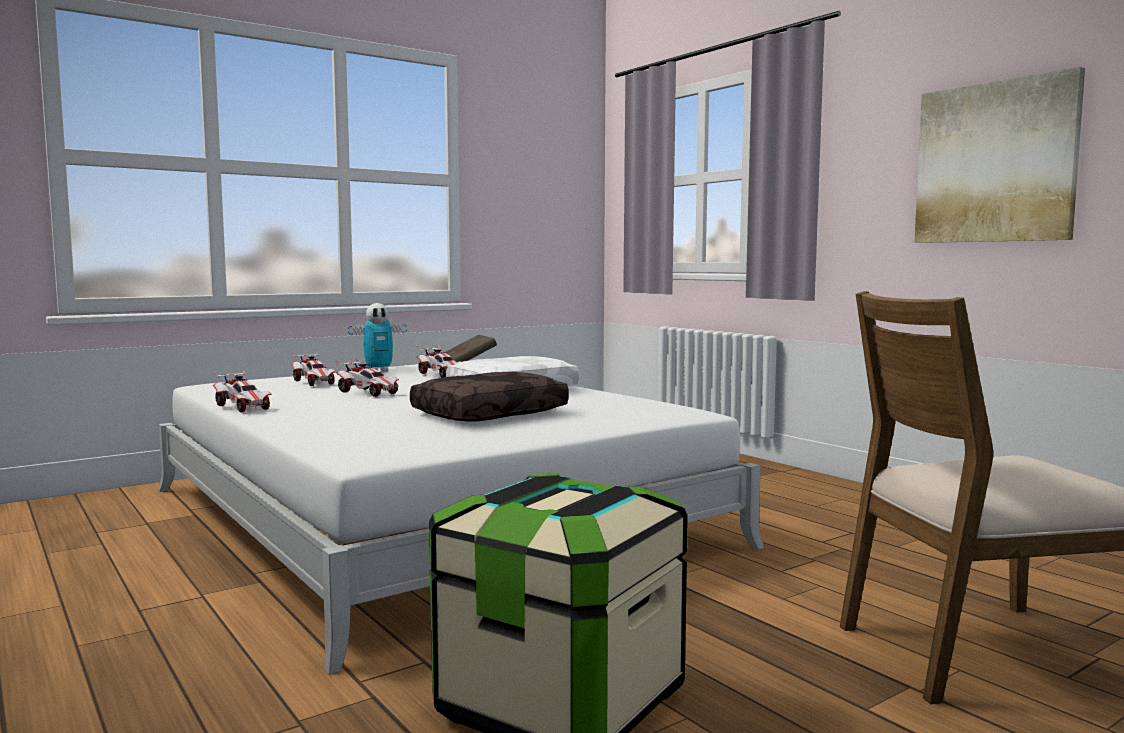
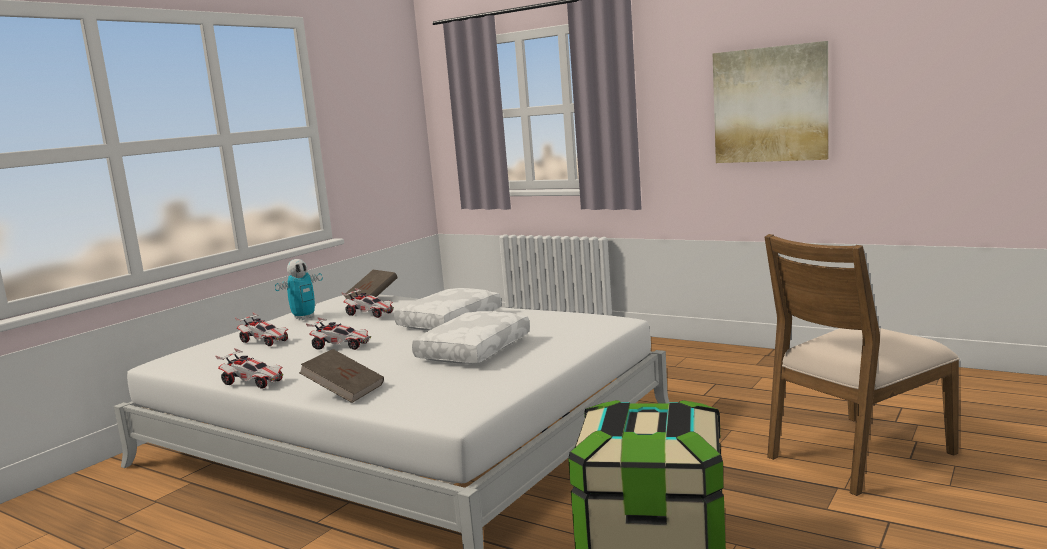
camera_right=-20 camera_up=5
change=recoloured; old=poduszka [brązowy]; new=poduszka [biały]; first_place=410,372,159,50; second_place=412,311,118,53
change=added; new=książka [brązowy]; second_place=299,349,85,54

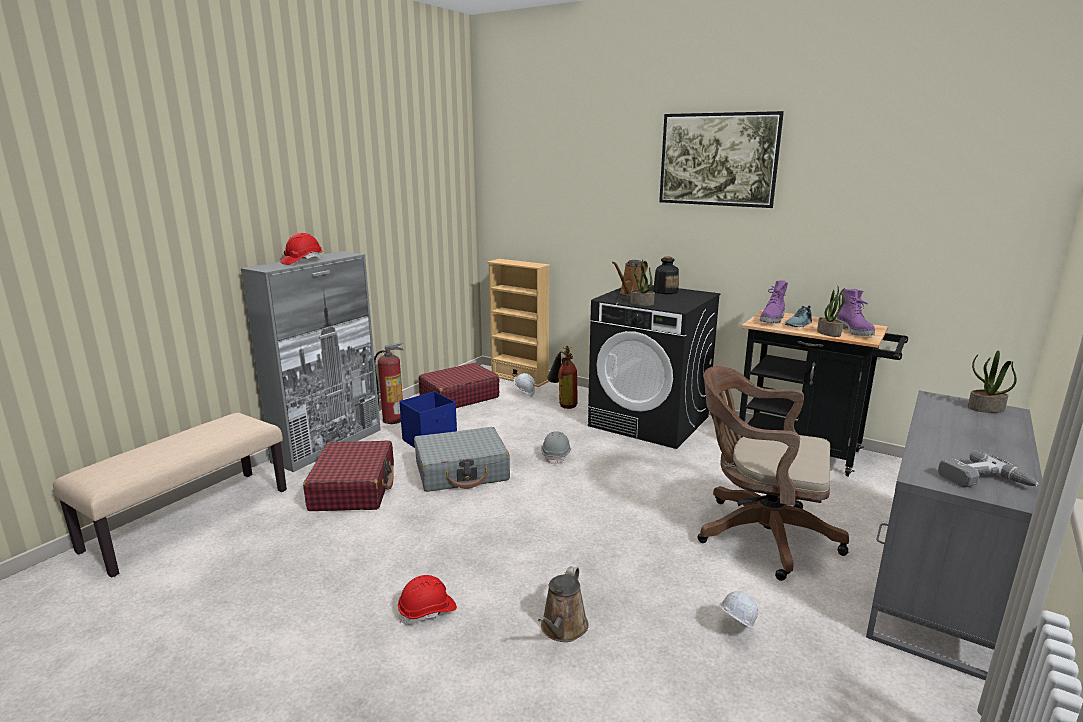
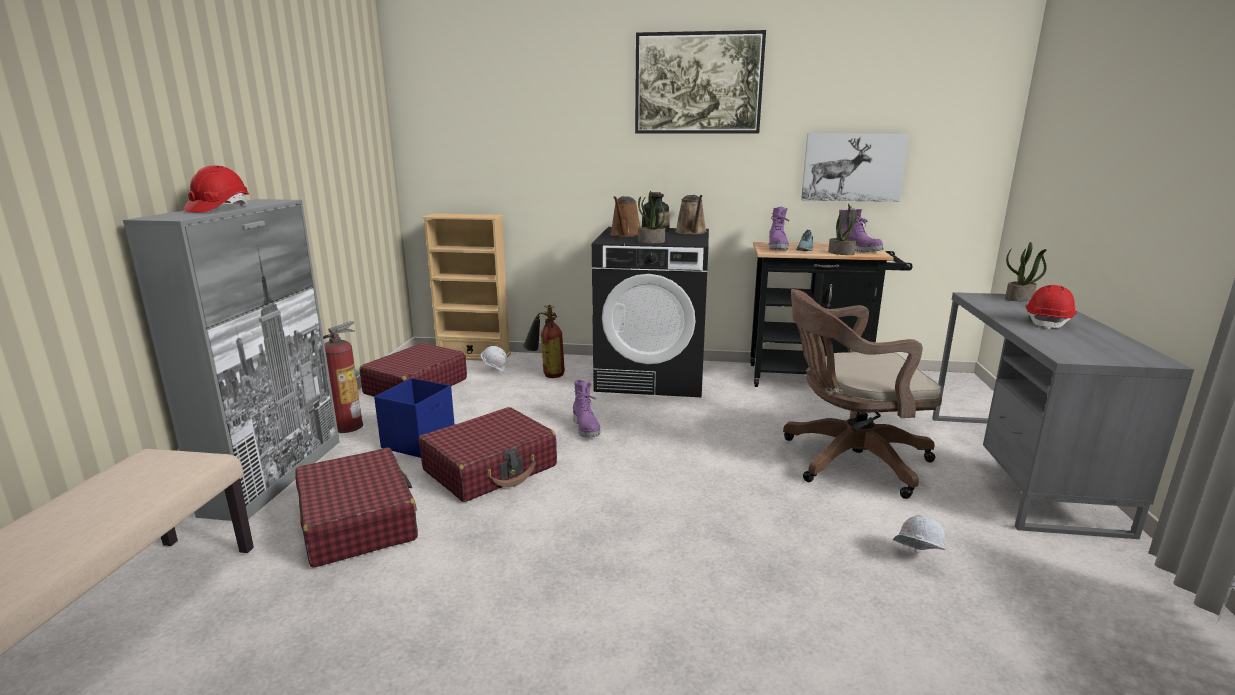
camera_right=-25 camera_up=0
change=recoloured; old=walizka [szary]; new=walizka [czerwony]; first_place=414,427,96,65; second_place=419,407,138,95
change=replaced; old=kask [szary]; new=but z cholewką [fioletowy]; first_place=541,431,30,34; second_place=573,380,27,58
change=removed; old=wiertarka; first_place=938,451,101,37
change=moved; old=konewka [brązowy]; first_place=538,566,51,76; second_place=675,195,32,40
change=moved; old=kask [czerwony]; first_place=398,575,59,50; second_place=1026,285,51,44
change=added; new=obraz; second_place=801,133,108,69

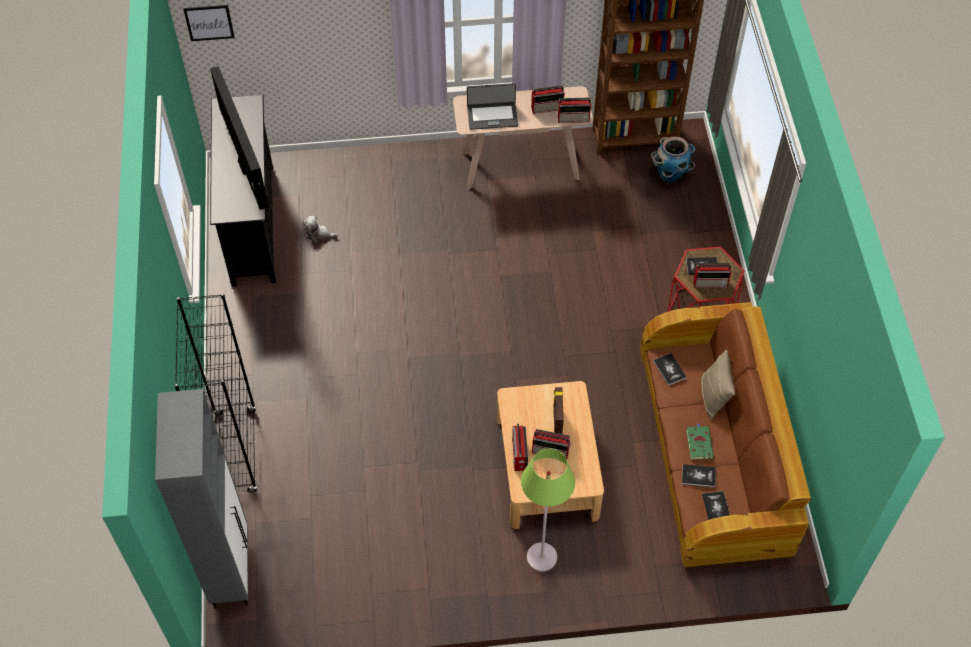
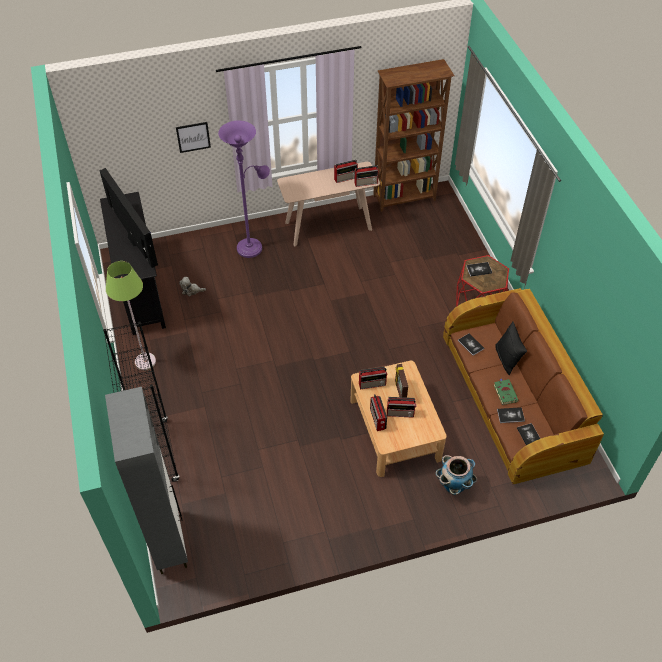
camera_right=-10 camera_up=-5
change=moved; old=obraz; first_place=183,5,51,36; second_place=176,122,35,31
change=removed; old=laptop; first_place=467,83,51,47
change=moved; old=donica; first_place=651,136,44,47; second_place=436,455,41,40
change=moved; old=radio; first_place=693,263,39,25; second_place=359,367,28,23
change=recoloured; old=poduszka [beżowy]; new=poduszka [czarny]; first_place=701,349,35,71; second_place=495,322,32,53
change=moved; old=lampa stojąca [zielony]; first_place=521,448,54,124; second_place=106,261,50,109
change=added; new=lampa stojąca [fioletowy]; second_place=218,121,52,137

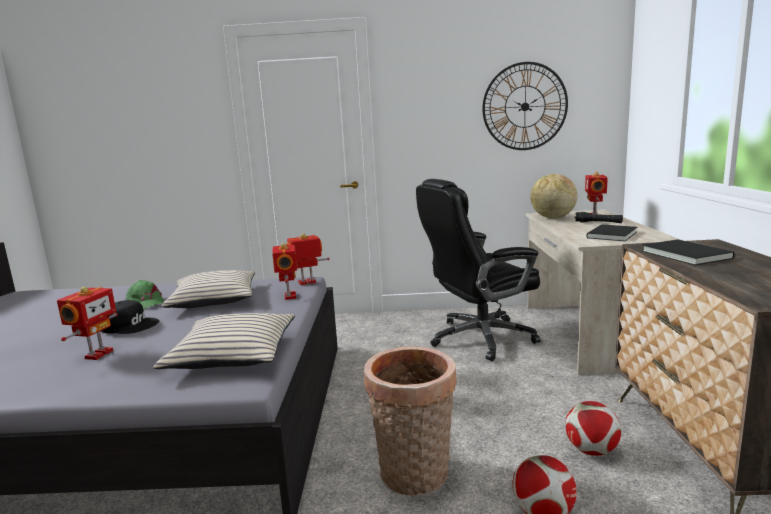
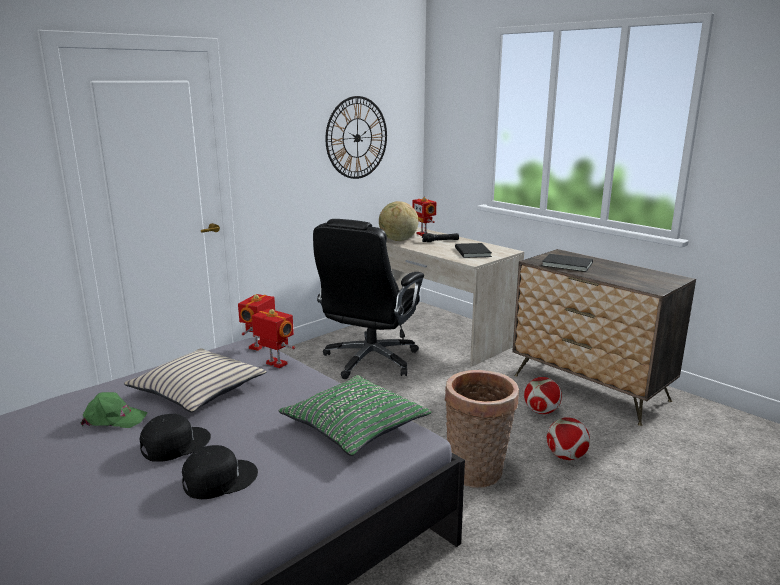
camera_right=-45 camera_up=5
change=replaced; old=robot zabawkowy; new=czapka z daszkiem [czarny]; first_place=57,287,61,73; second_place=182,445,76,54
change=recoloured; old=poduszka [beżowy]; new=poduszka [zielony]; first_place=153,313,142,56; second_place=279,375,152,81

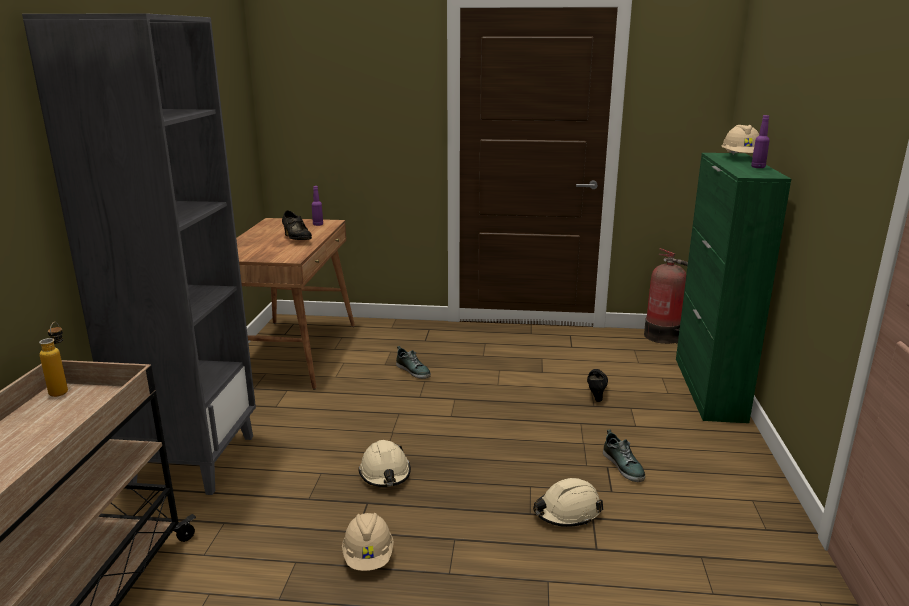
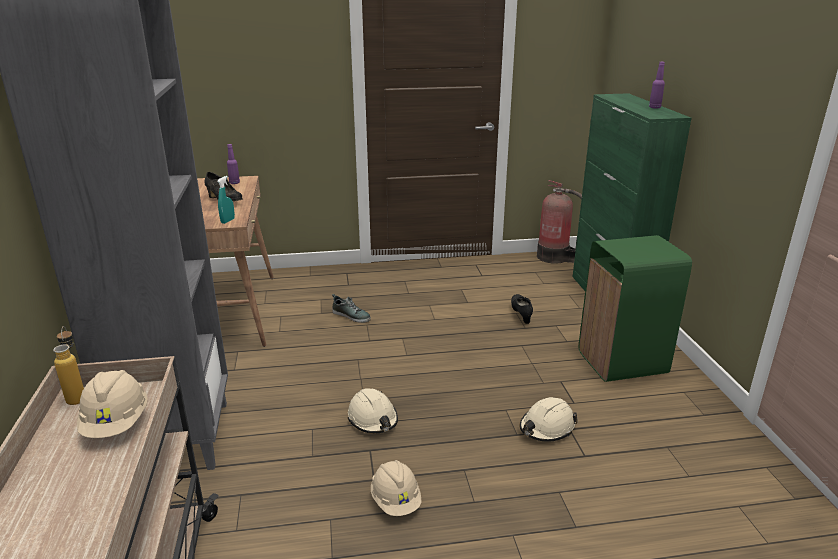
camera_right=-15 camera_up=5
change=moved; old=kask [beżowy]; first_place=721,125,38,30; second_place=77,370,71,68
change=removed; old=but; first_place=603,429,42,53
change=added; new=spryskiwacz [turkusowy]; second_place=217,176,18,48
change=added; new=kosz na śmieci [zielony]; second_place=579,235,113,147

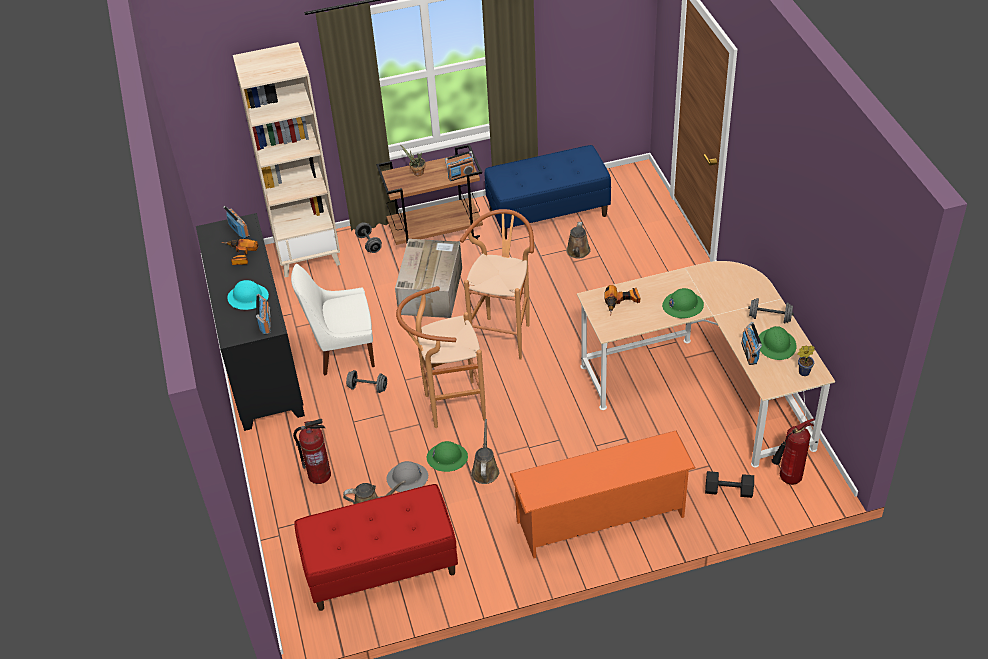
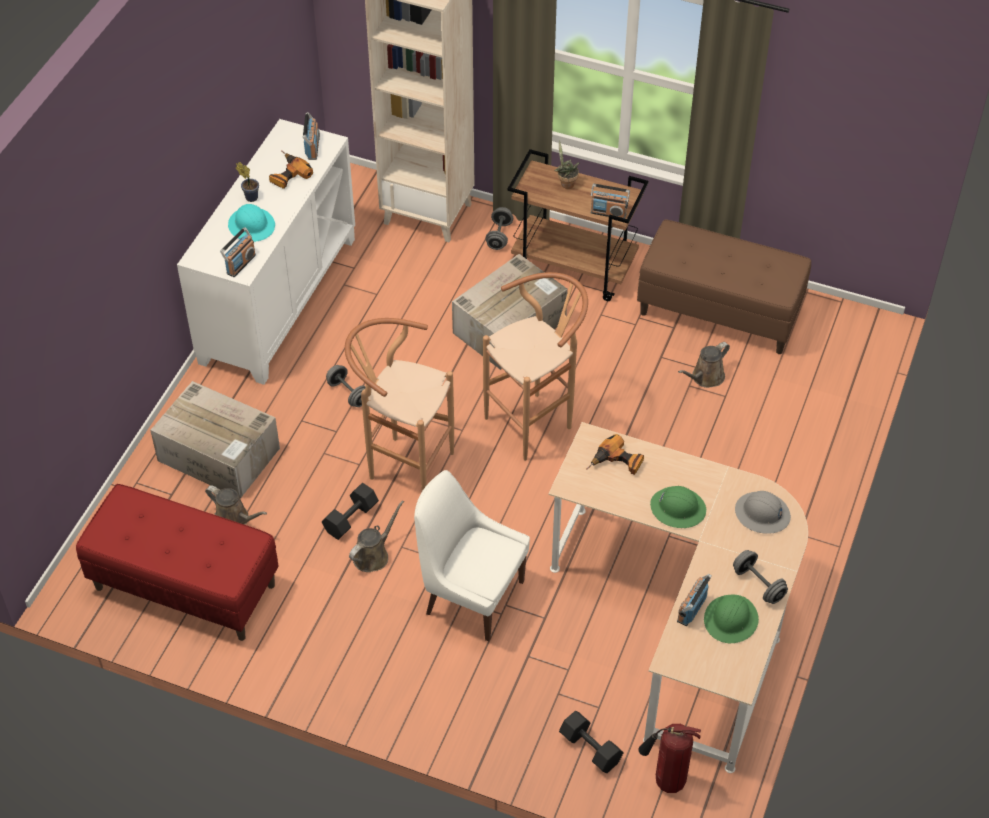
camera_right=35 camera_up=5
change=recoloured; old=ławka [niebieski]; new=ławka [brązowy]; first_place=485,145,126,94; second_place=637,219,174,135
change=recoloured; old=szafka [czarny]; new=szafka [biały]; first_place=196,213,109,218; second_place=177,119,178,266
change=moved; old=krzesło [biały]; first_place=291,264,84,111; second_place=414,470,116,172
change=moved; old=roślina doniczkowa; first_place=797,345,18,31; second_place=236,162,23,40
change=replaced; old=gaśnica; new=karton; first_place=293,419,38,65; second_place=150,381,130,118
change=removed; old=regał na buty [pomarańczowy]; first_place=510,431,185,127
change=replaced; old=kask [zielony]; new=hantel [czarny]; first_place=427,441,41,31; second_place=322,483,57,57
change=moved; old=kask [szary]; first_place=386,461,42,31; second_place=735,491,56,43

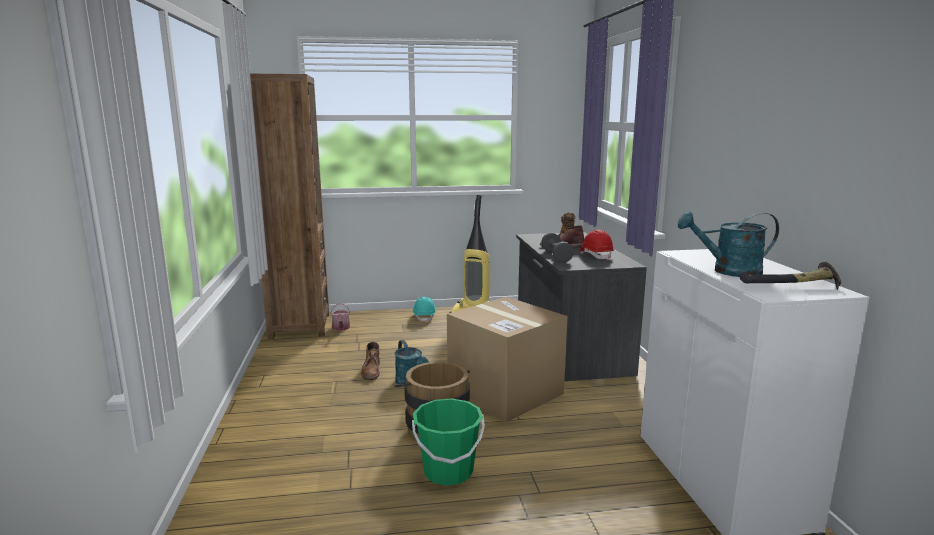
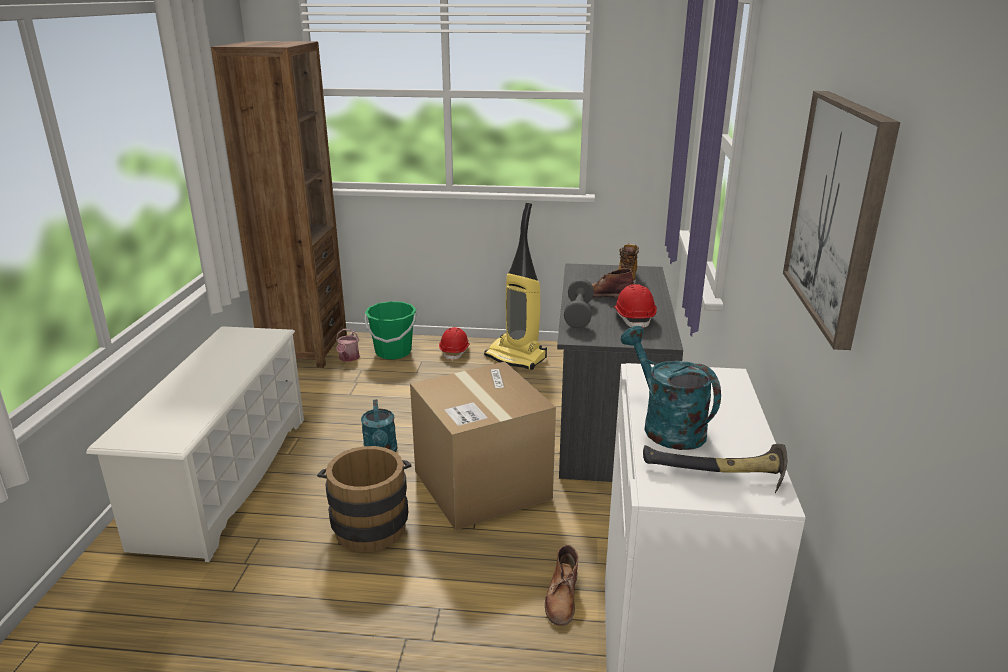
camera_right=15 camera_up=10
change=turned; old=konewka [turkusowy]; first_place=678,211,101,66; second_place=620,326,101,124; degrees=45
change=recoloured; old=kask [turkusowy]; new=kask [czerwony]; first_place=413,297,23,25; second_place=439,327,31,34
change=moved; old=but z cholewką [brązowy]; first_place=361,342,19,38; second_place=545,545,33,81
change=moved; old=wiadro [zielony]; first_place=412,398,73,88; second_place=364,301,52,58
change=added; new=obraz; second_place=783,91,117,259
change=added; new=regał na buty [biały]; second_place=86,326,218,236

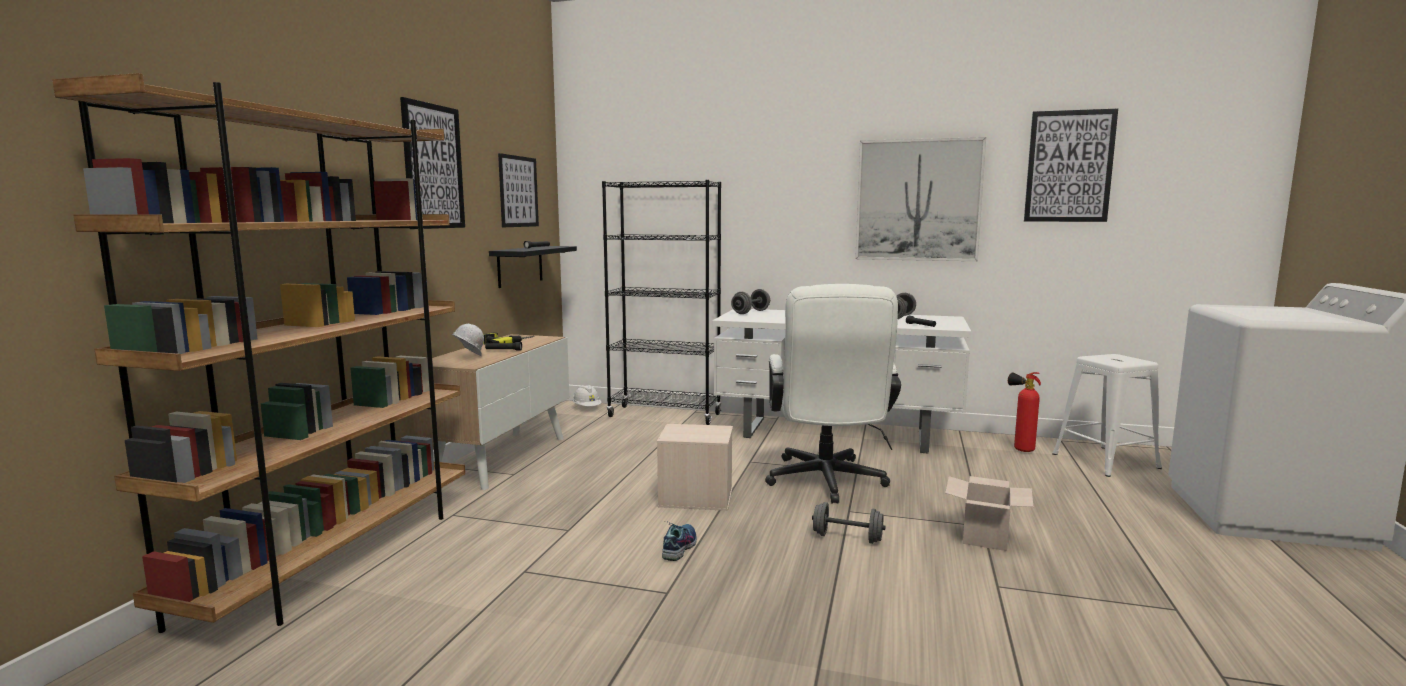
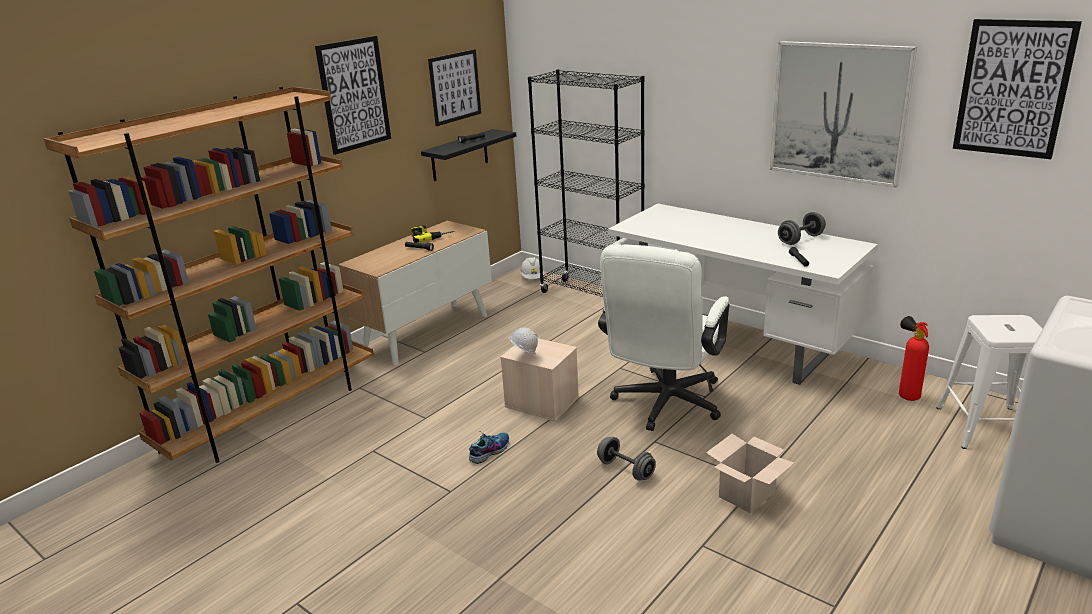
camera_right=25 camera_up=15
change=removed; old=hantel [szary]; first_place=731,289,39,25
change=moved; old=kask [biały]; first_place=452,324,32,32; second_place=509,328,29,27

